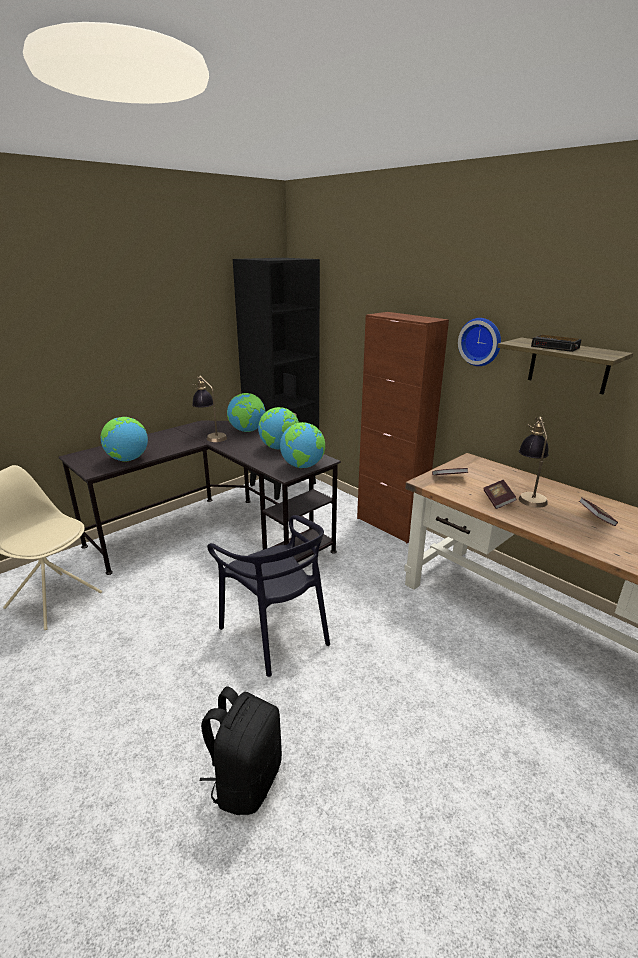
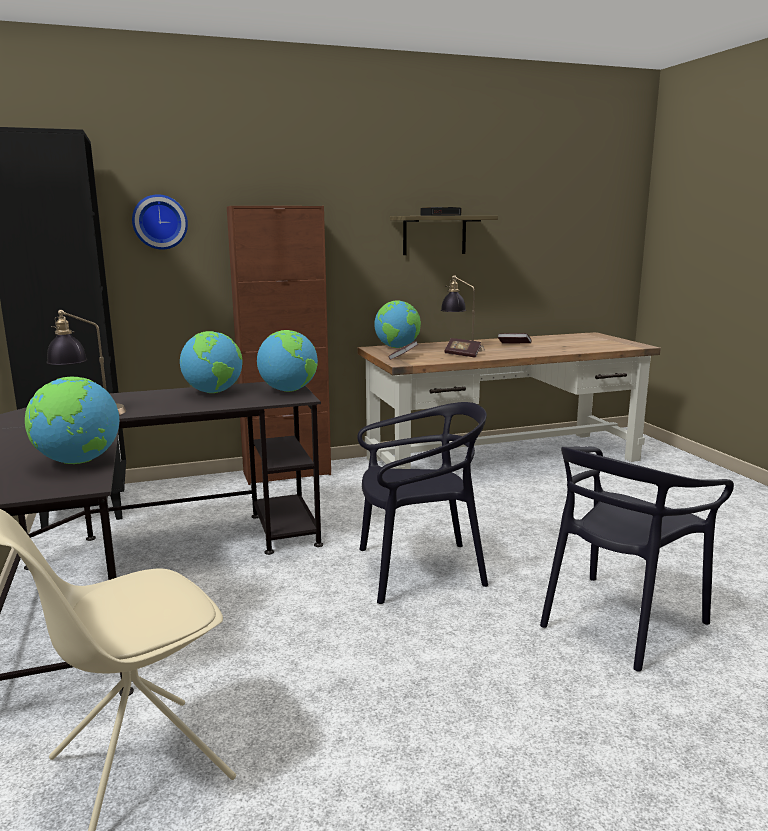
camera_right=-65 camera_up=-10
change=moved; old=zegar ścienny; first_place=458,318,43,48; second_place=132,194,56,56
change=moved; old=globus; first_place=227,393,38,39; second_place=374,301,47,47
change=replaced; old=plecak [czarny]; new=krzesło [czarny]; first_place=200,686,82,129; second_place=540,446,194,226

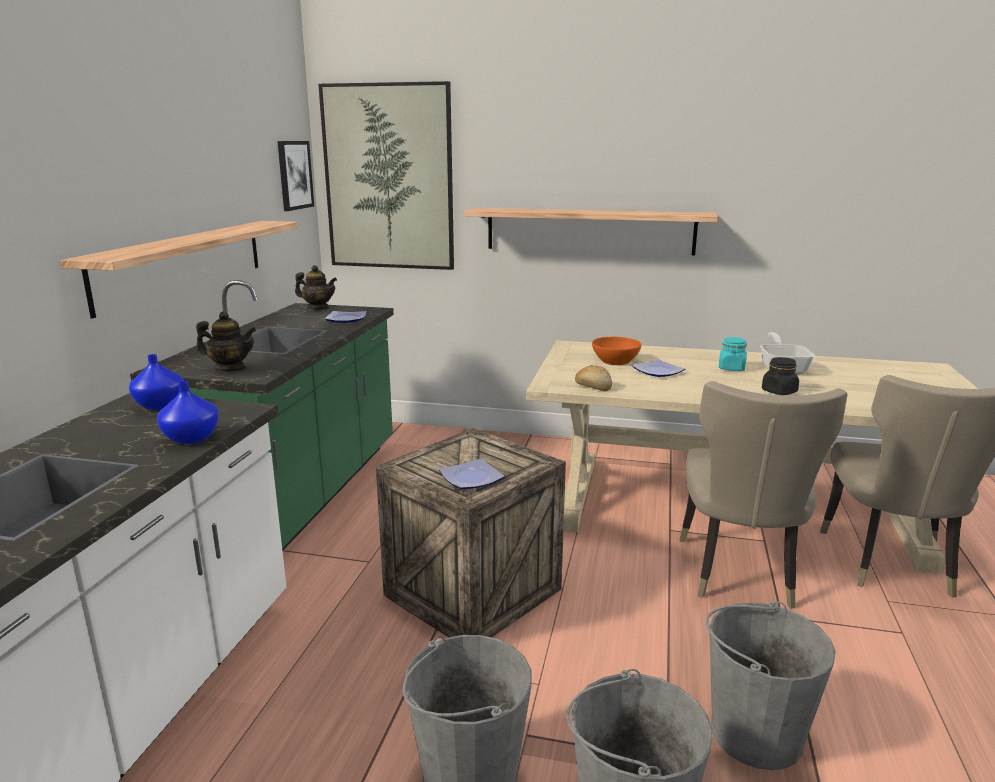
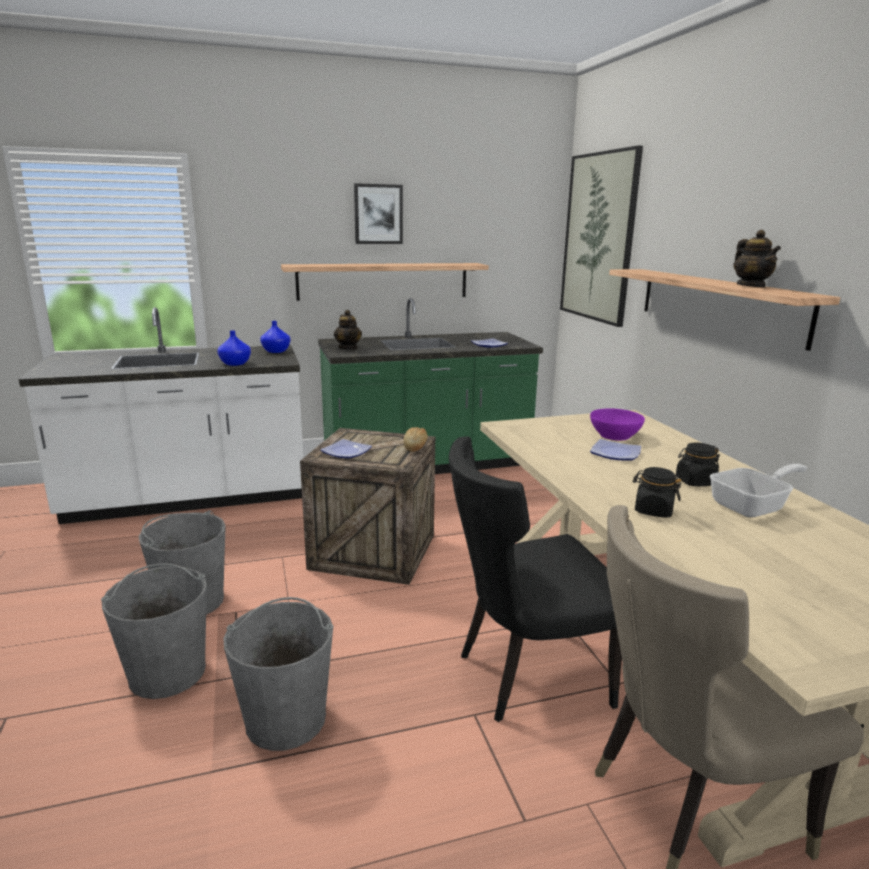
camera_right=60 camera_up=0
change=moved; old=obraz; first_place=277,141,37,70; second_place=354,183,49,61
change=moved; old=imbryk; first_place=295,265,42,45; second_place=733,230,48,58
change=recoloured; old=miska [pomarańczowy]; new=miska [fioletowy]; first_place=592,337,49,28; second_place=590,408,55,33
change=recoloured; old=słoik [turkusowy]; new=słoik [czarny]; first_place=719,337,28,34; second_place=676,443,44,43
change=moved; old=chleb; first_place=575,365,37,26; second_place=403,427,25,25
change=recoloured; old=krzesło [beżowy]; new=krzesło [czarny]; first_place=679,381,169,228; second_place=449,436,173,286

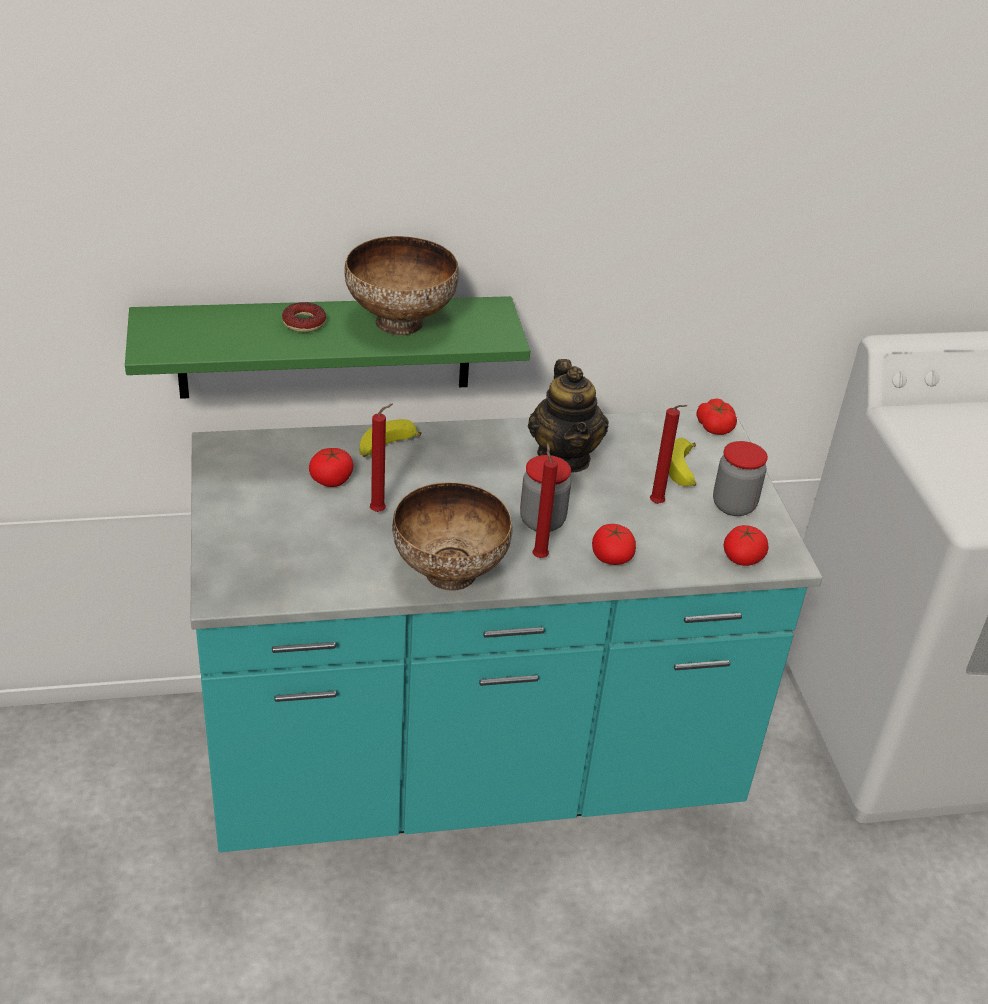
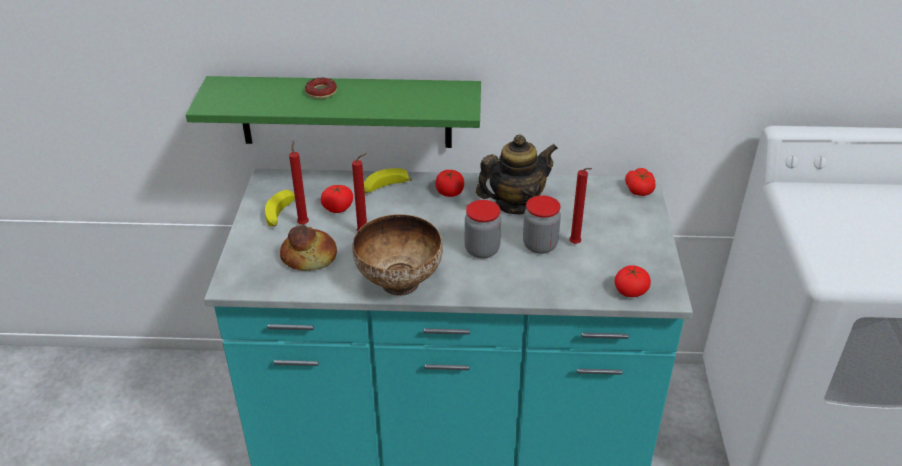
camera_right=15 camera_up=0
change=removed; old=miska; first_place=344,236,115,99
change=turned; old=imbryk; first_place=528,359,81,114; second_place=476,134,82,80; degrees=-120
change=moved; old=banan; first_place=669,438,27,48; second_place=265,190,30,37
change=moved; old=słoik; first_place=713,441,55,75; second_place=523,195,38,59
change=moved; old=świeca [czerwony]; first_place=533,443,25,115; second_place=289,140,20,85
change=moved; old=pomidor; first_place=592,524,44,41; second_place=436,170,28,27
change=added; new=chleb; second_place=280,225,57,46

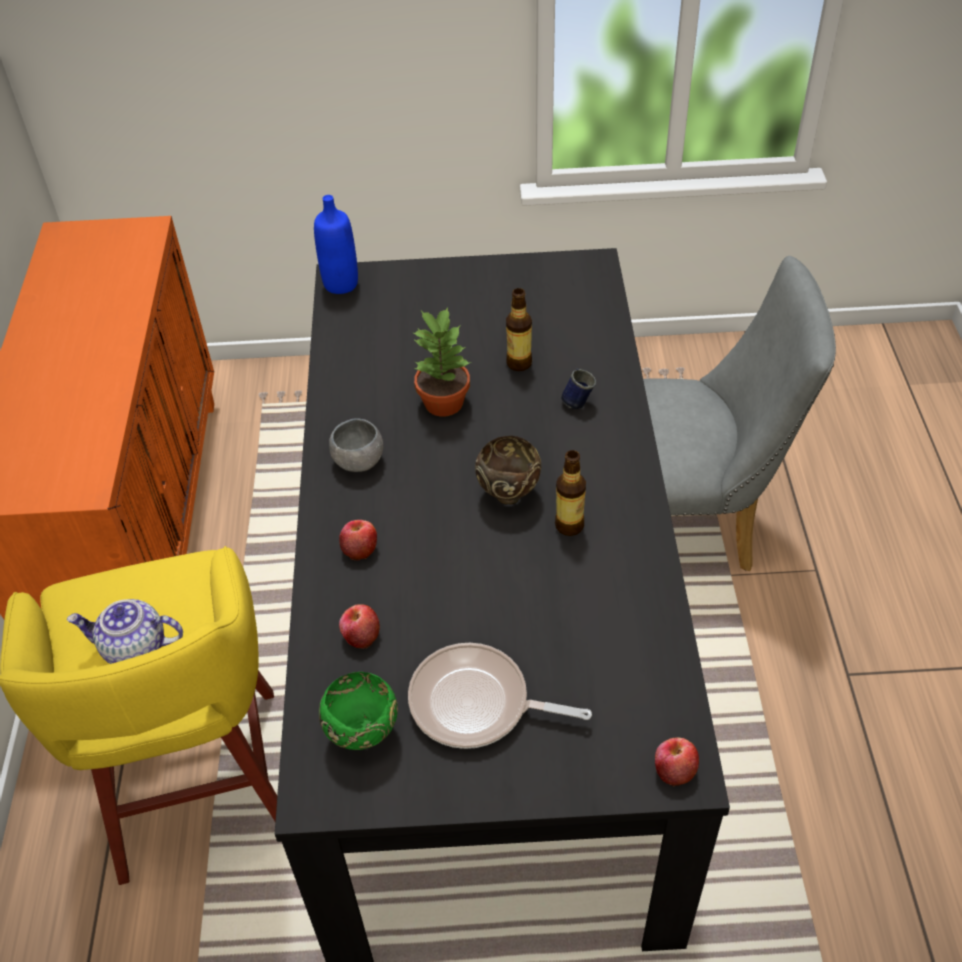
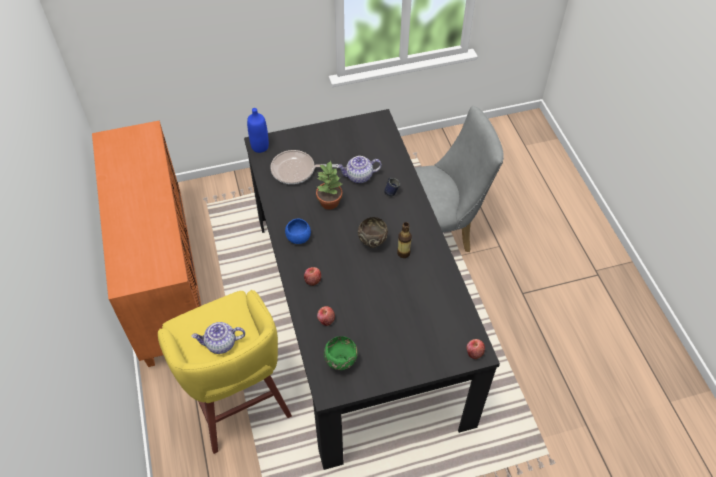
camera_right=-15 camera_up=5
change=replaced; old=butelka; new=imbryk; first_place=506,288,26,83; second_place=337,156,45,27
change=recoloured; old=miska [szary]; new=miska [niebieski]; first_place=329,418,54,54; second_place=285,219,26,25
change=moved; old=patelnia; first_place=408,643,184,106; second_place=270,150,68,34

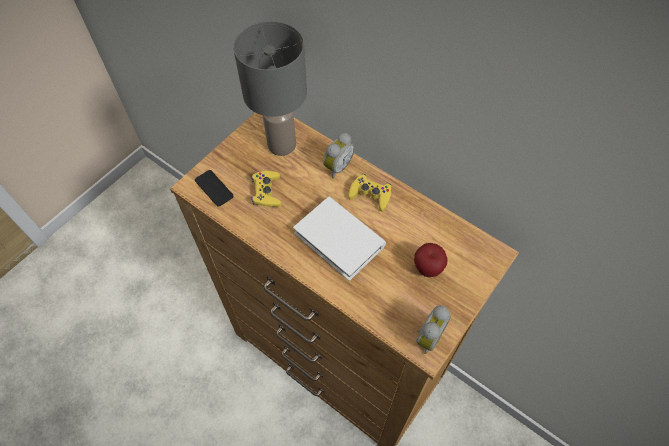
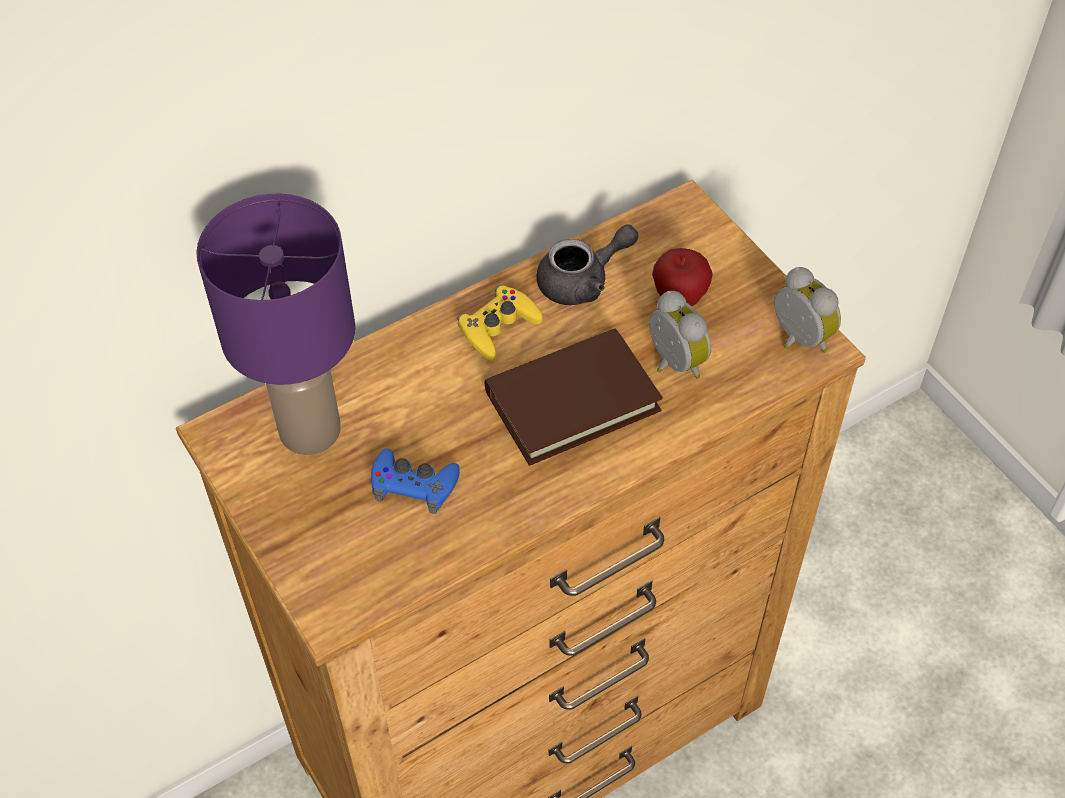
camera_right=-70 camera_up=-5
change=recoloured; old=lampa stołowa [szary]; new=lampa stołowa [fioletowy]; first_place=233,21,74,135; second_place=196,194,159,261
change=moved; old=budzik; first_place=323,133,31,46; second_place=649,291,62,88
change=removed; old=telefon; first_place=195,170,39,37
change=recoloured; old=pad do gier [żółty]; new=pad do gier [niebieski]; first_place=251,171,31,36; second_place=371,448,89,66
change=recoloured; old=książka [biały]; new=książka [brązowy]; first_place=293,197,93,84; second_place=485,328,178,138
change=added; new=imbryk [szary]; second_place=536,224,102,81

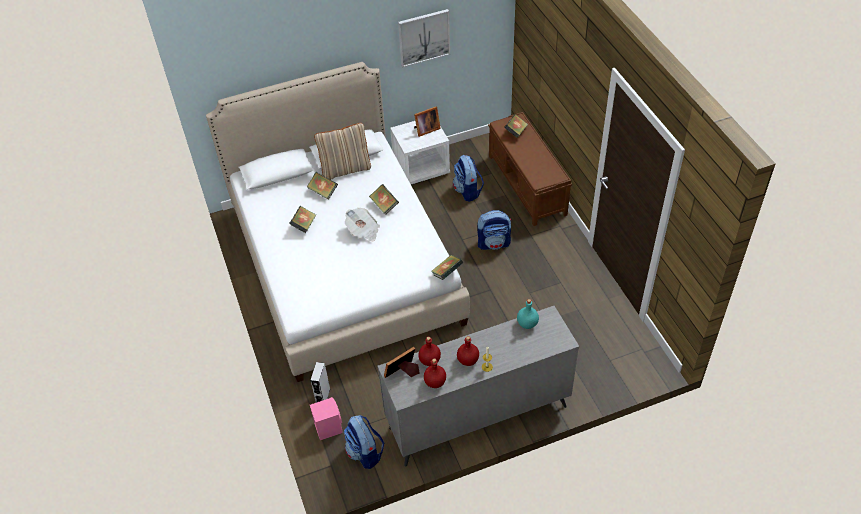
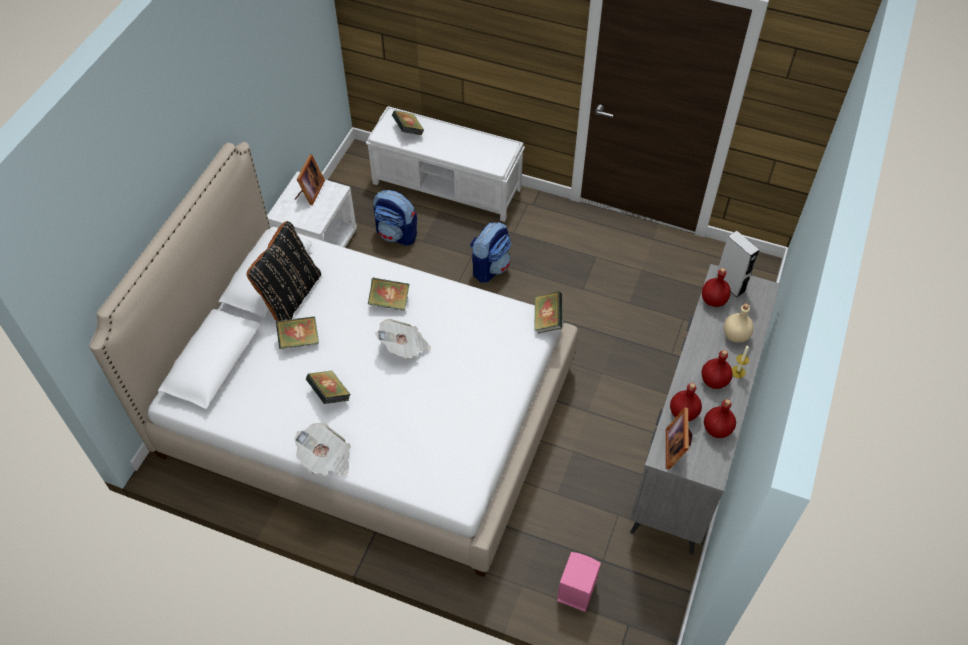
camera_right=-50 camera_up=5
change=removed; old=obraz; first_place=398,9,52,58
change=recoloured; old=ławka [brązowy]; new=ławka [biały]; first_place=488,112,84,114; second_place=366,106,159,116
change=recoloured; old=poduszka [beżowy]; new=poduszka [czarny]; first_place=314,123,57,57; second_place=247,221,74,100
change=recoloured; old=butelka [turkusowy]; new=butelka [czerwony]; first_place=517,299,22,30; second_place=702,268,29,39
change=moved; old=głośnik [szary]; first_place=310,362,21,41; second_place=715,231,44,66
change=removed; old=plecak; first_place=344,415,40,54
change=added; new=butelka [beżowy]; second_place=724,303,30,40
change=added; new=gazeta; second_place=295,423,56,53

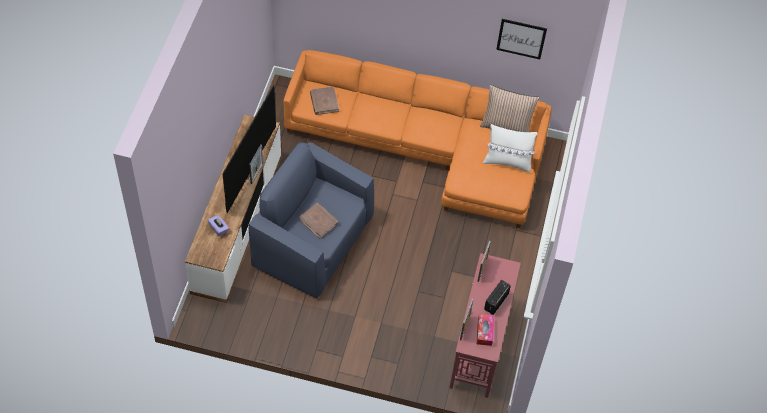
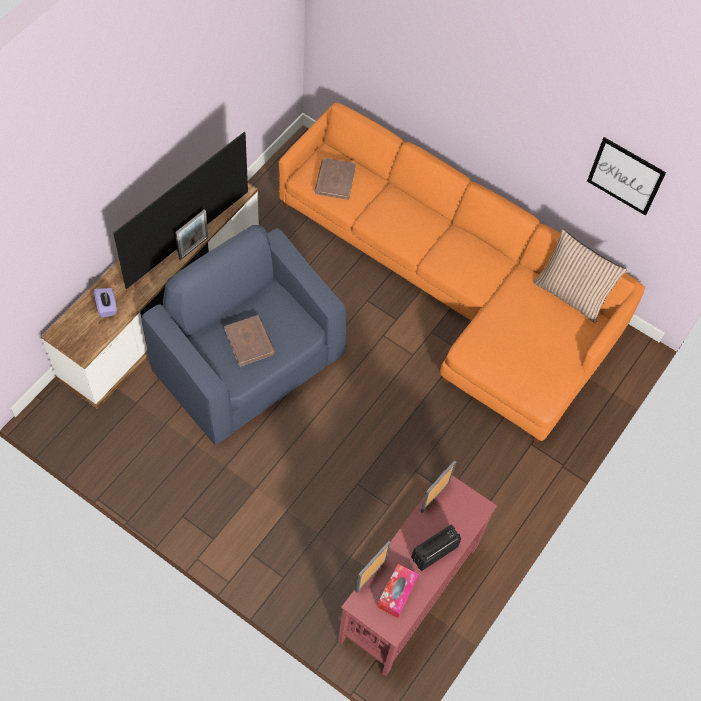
camera_right=20 camera_up=5
change=removed; old=poduszka [biały]; first_place=483,124,55,48

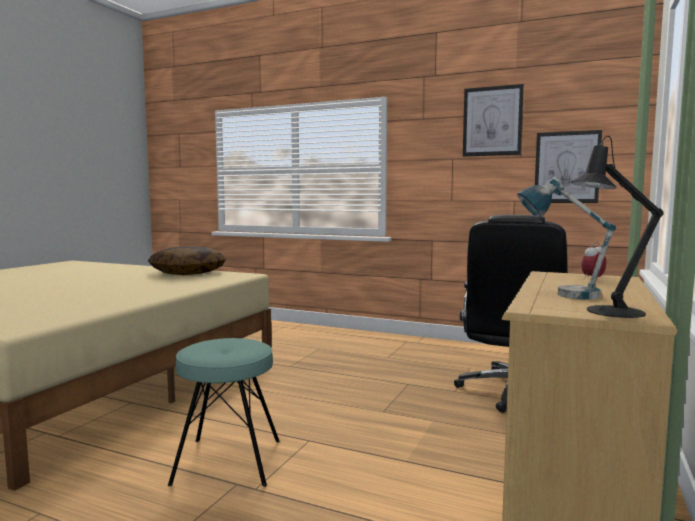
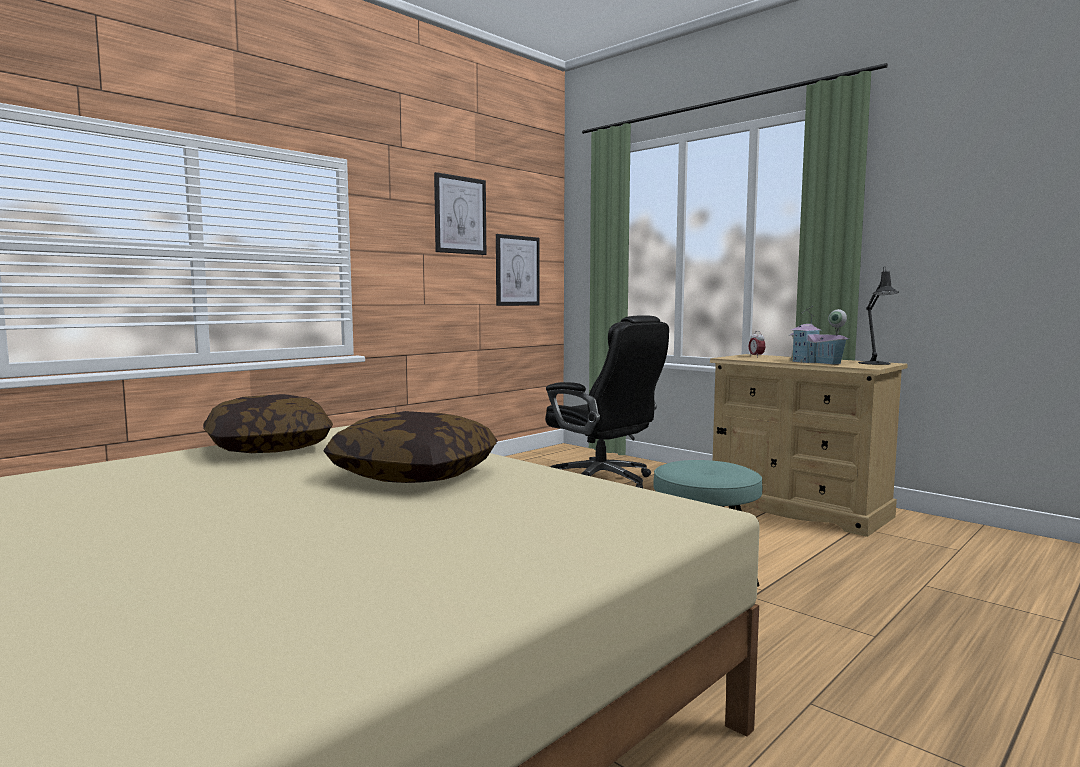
camera_right=-70 camera_up=0
change=replaced; old=lampa stołowa; new=domek; first_place=517,177,99,122; second_place=789,306,60,58
change=added; new=poduszka; second_place=323,411,175,72

